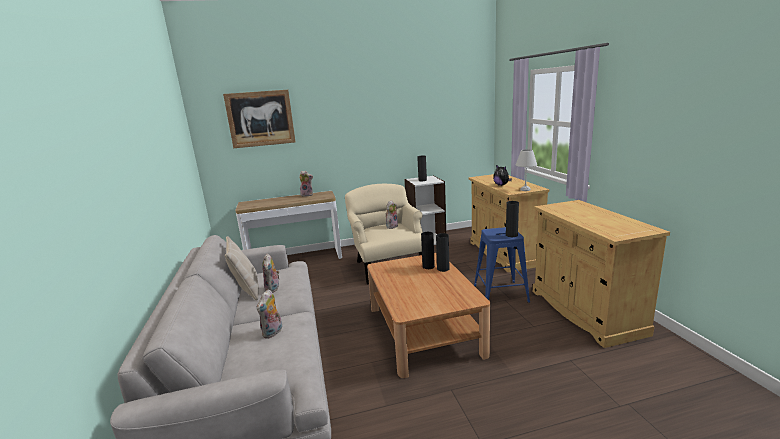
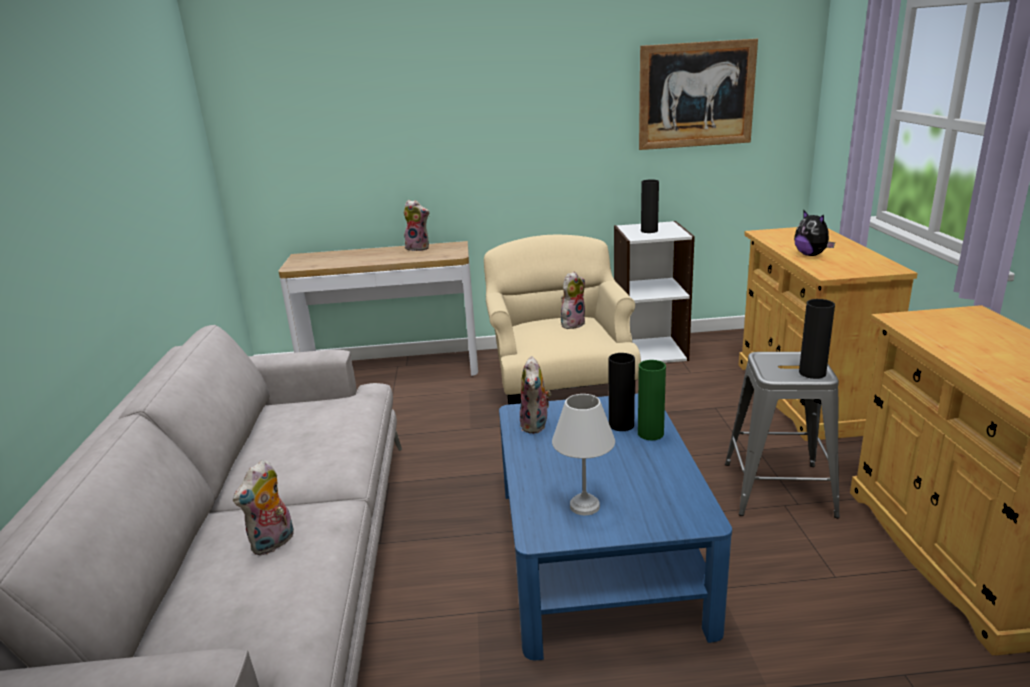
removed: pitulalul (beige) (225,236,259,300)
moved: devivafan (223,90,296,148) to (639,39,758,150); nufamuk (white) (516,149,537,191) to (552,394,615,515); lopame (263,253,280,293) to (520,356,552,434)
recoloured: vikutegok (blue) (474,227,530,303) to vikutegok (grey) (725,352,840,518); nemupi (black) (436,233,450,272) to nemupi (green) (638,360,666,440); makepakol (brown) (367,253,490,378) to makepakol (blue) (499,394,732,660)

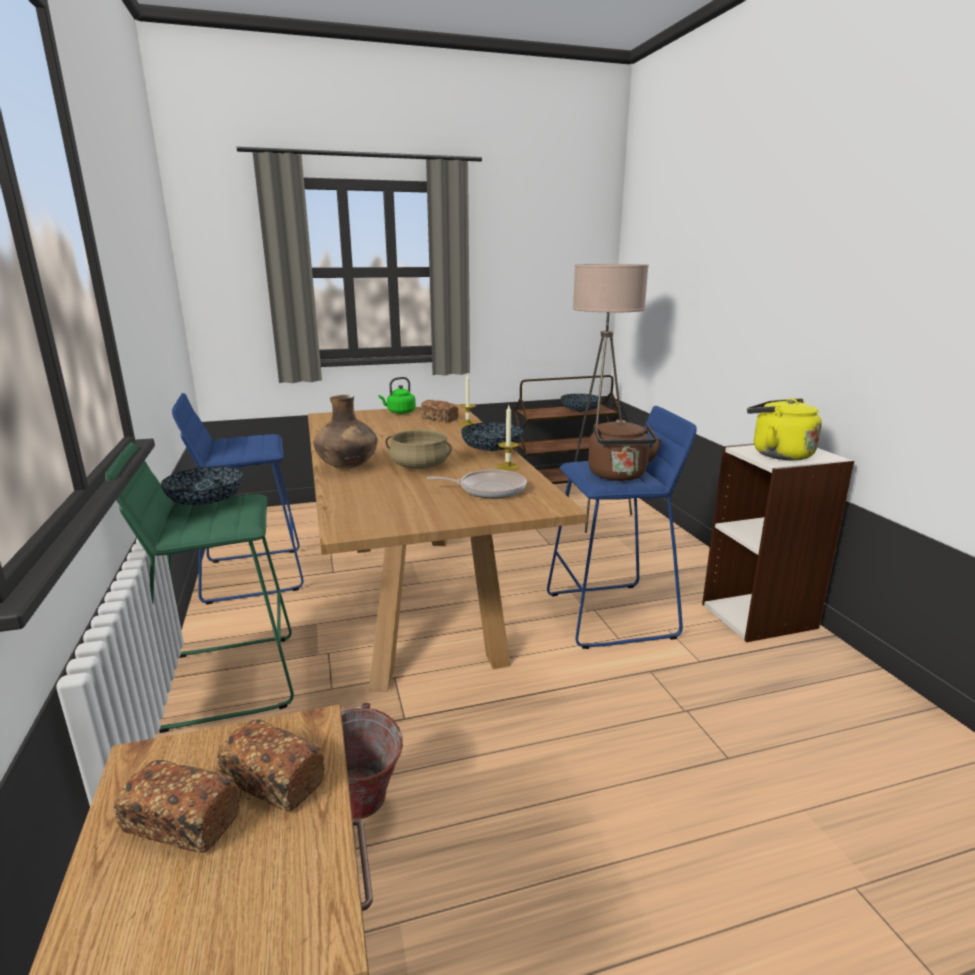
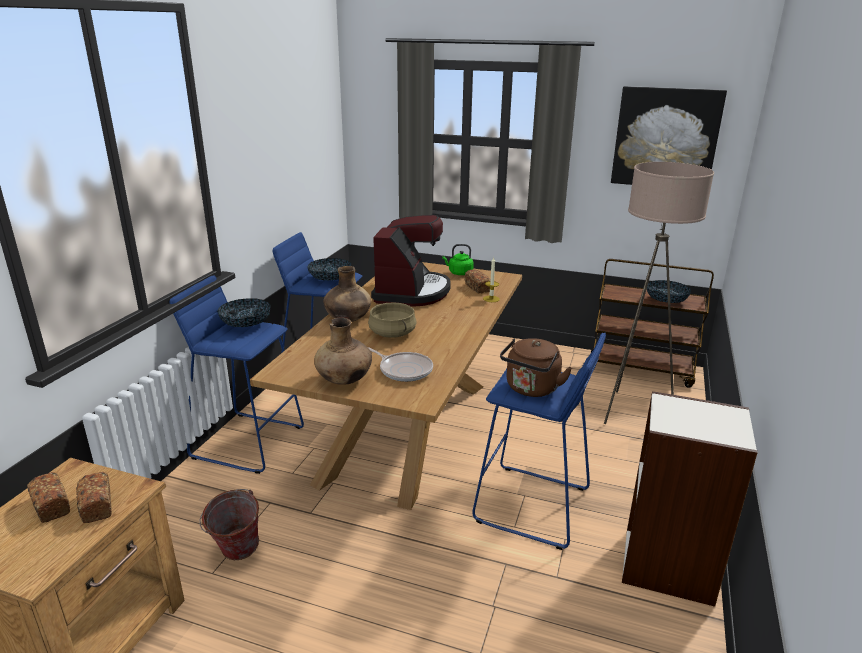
removed: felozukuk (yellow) (747,398,822,460); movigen (496,405,520,471)
added: devivafan (611,86,727,185); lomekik (371,215,451,307); nemupi (brown) (314,318,372,385)
moved: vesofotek (461,422,524,451) to (307,258,351,280)
recoloured: vikutegok (green) (105,442,294,733) to vikutegok (blue) (170,275,304,474)

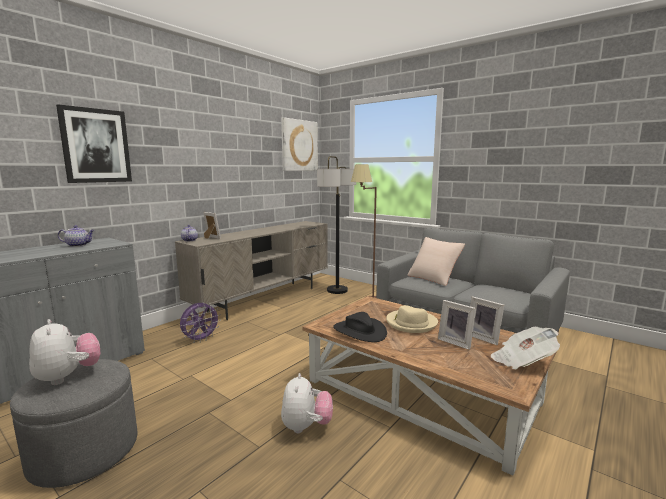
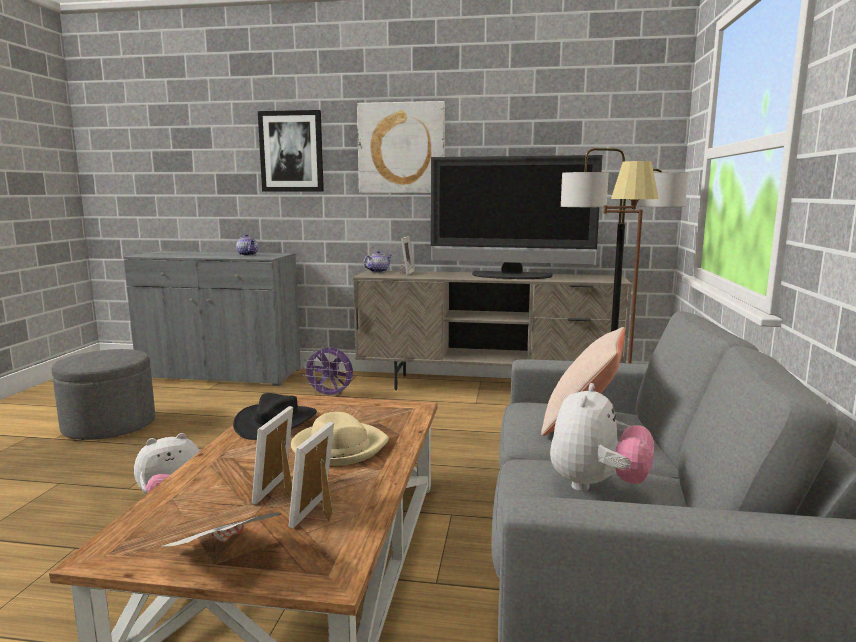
added: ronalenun (431,155,602,279)
moved: devivafan (281,117,318,171) to (357,101,445,193); lopame (29,319,100,385) to (550,383,654,492)

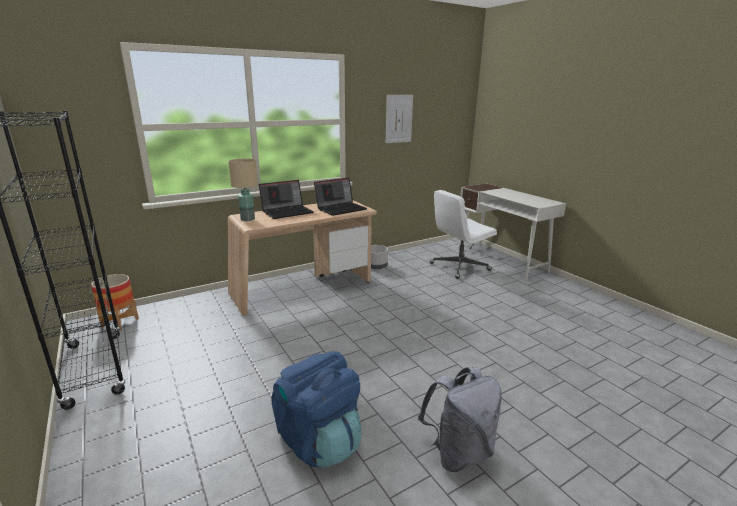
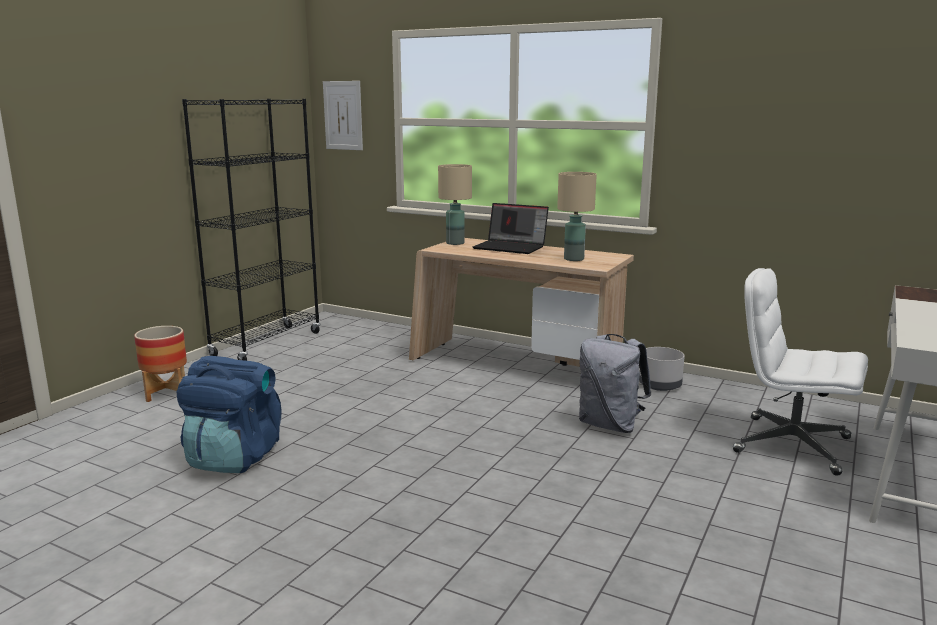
moved: devivafan (386,95,413,143) to (323,81,363,150); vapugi (91,274,139,331) to (134,326,187,402); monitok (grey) (418,367,502,472) to (579,334,651,433)
replaced: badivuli (314,178,367,216) to nufamuk (beige) (557,172,597,261)

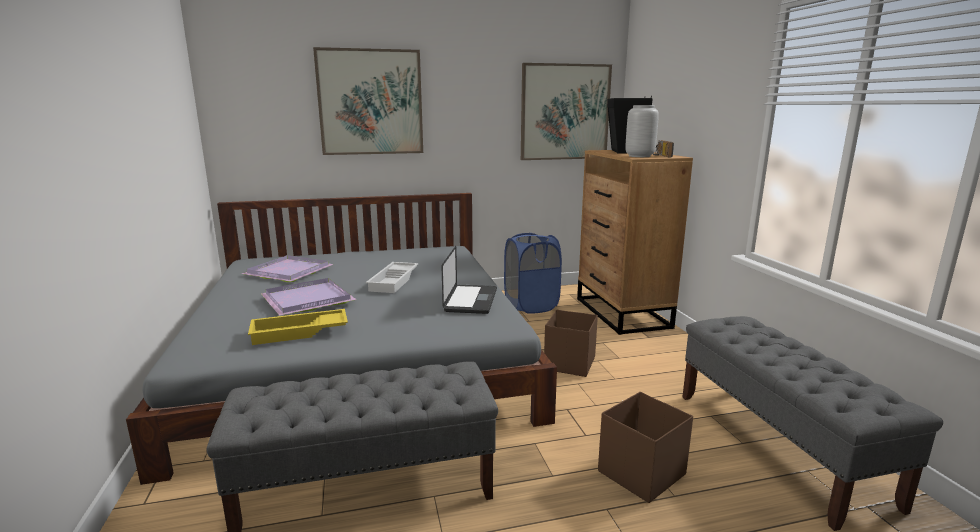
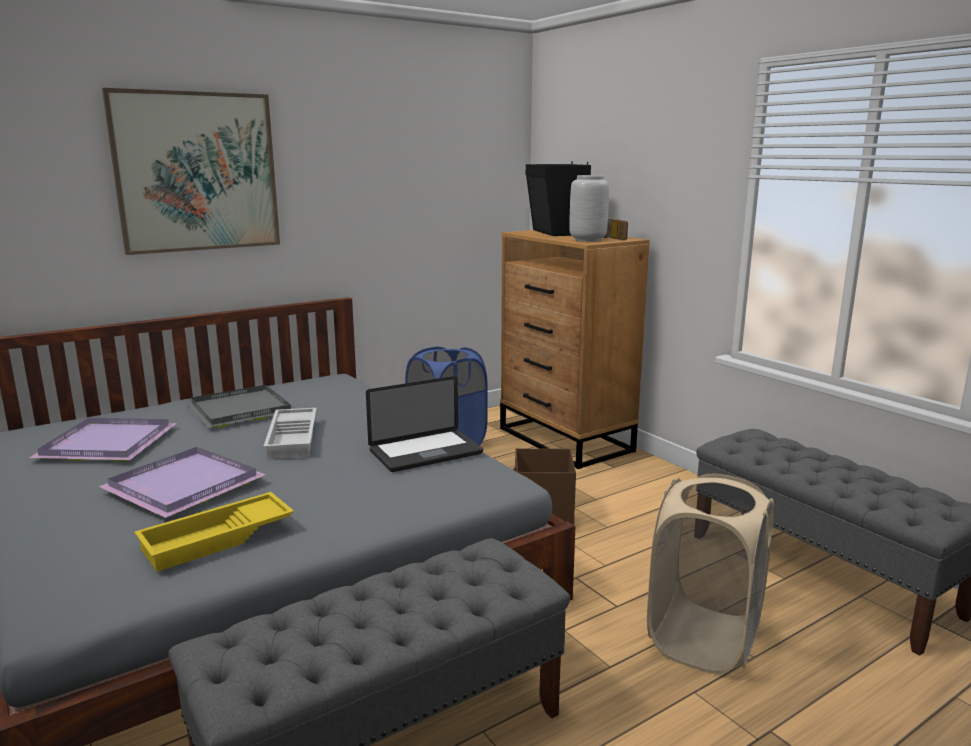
removed: devivafan (521,63,612,160)
added: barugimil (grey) (185,385,296,428)
replaced: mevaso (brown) (598,392,693,503) to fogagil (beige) (647,474,774,674)
turned: badivuli (441,246,497,314) = (366,376,483,472) 75 degrees clockwise

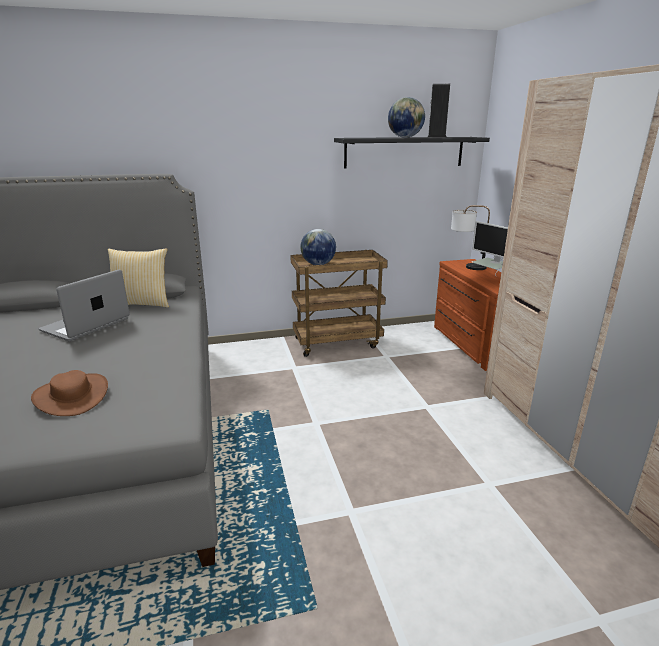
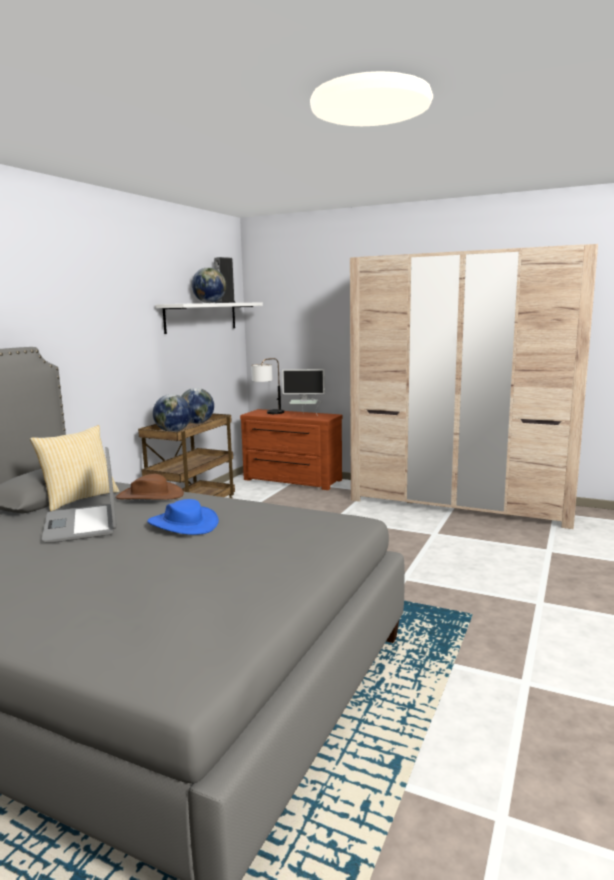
added: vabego (181,388,214,424); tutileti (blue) (147,499,219,535)
moved: tutileti (brown) (31,370,108,416) to (116,474,184,500)
recoloured: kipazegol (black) (334,137,490,169) to kipazegol (white) (155,302,263,334)

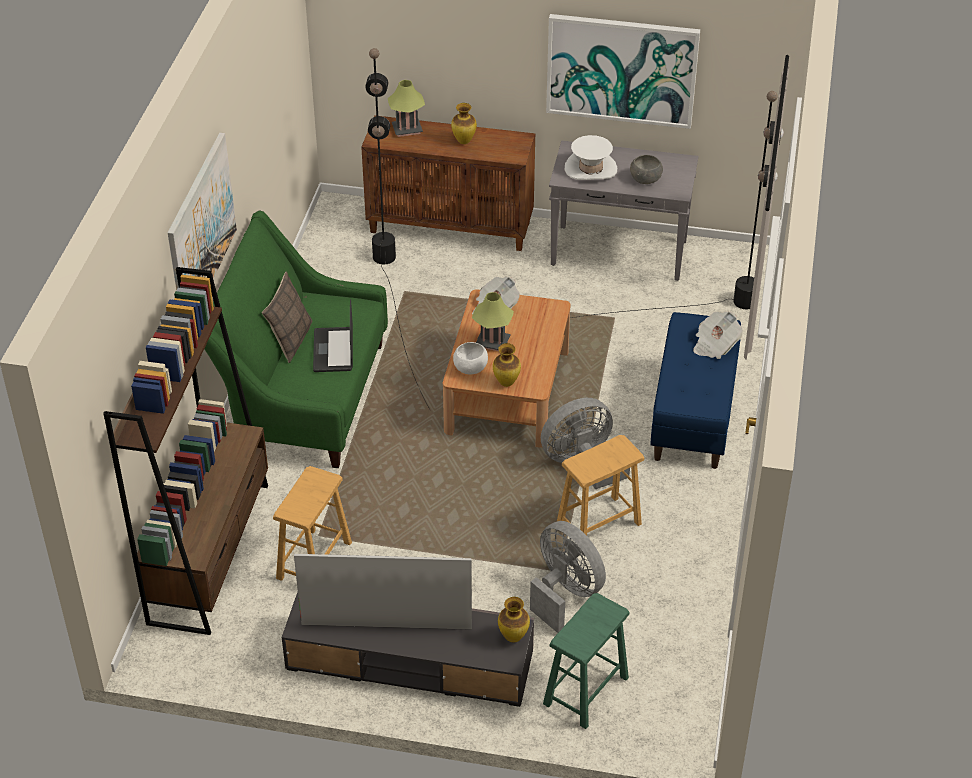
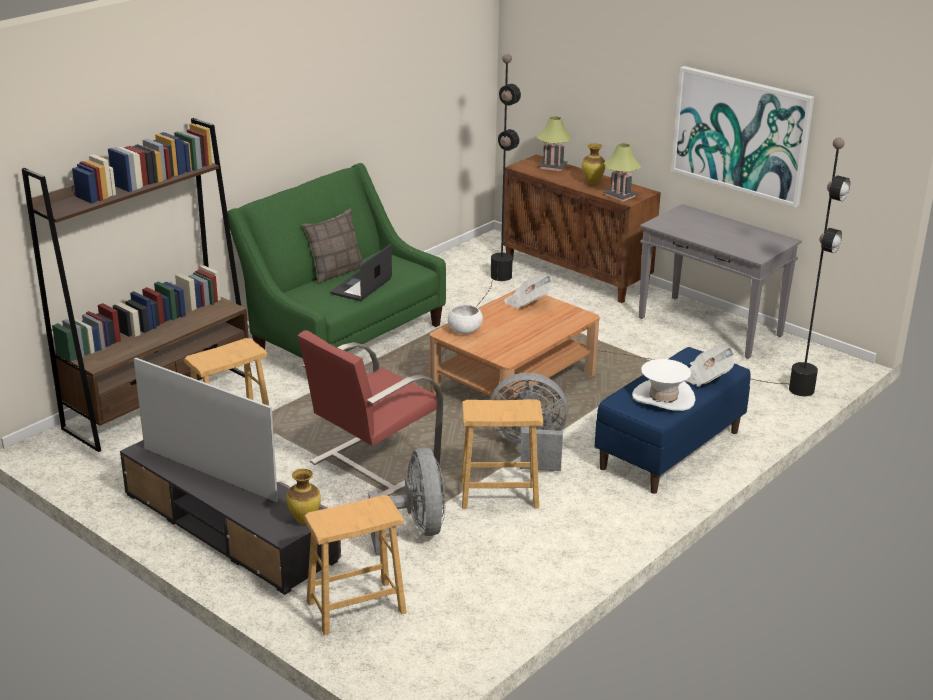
removed: devivafan (168,133,237,290); vesofotek (grey) (630,155,663,184); nemupi (493,343,521,387)
added: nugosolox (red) (298,330,443,496)
moved: tutileti (white) (564,135,617,180) to (632,359,695,411); nufamuk (472,292,514,351) to (603,143,641,202)
recoloured: vikutegok (green) (543,593,629,729) to vikutegok (brown) (304,495,407,635)

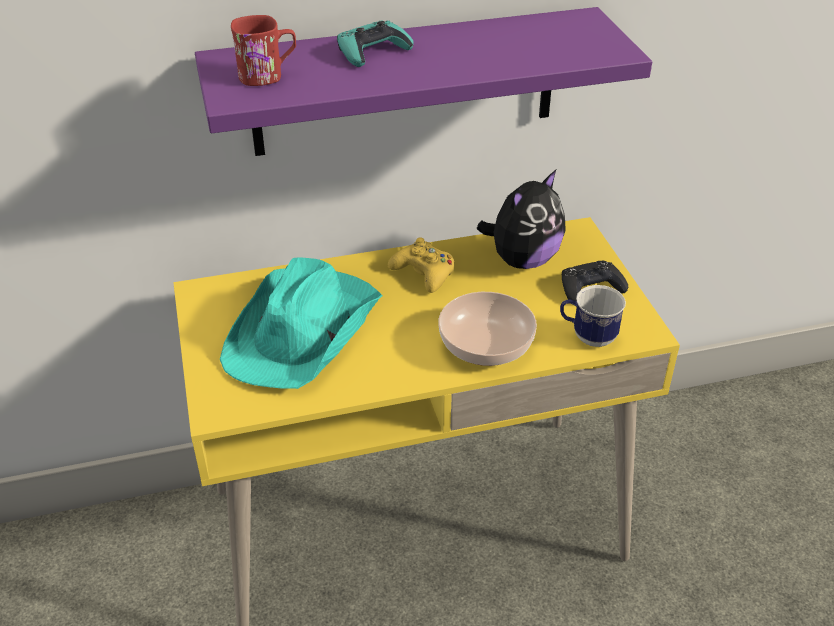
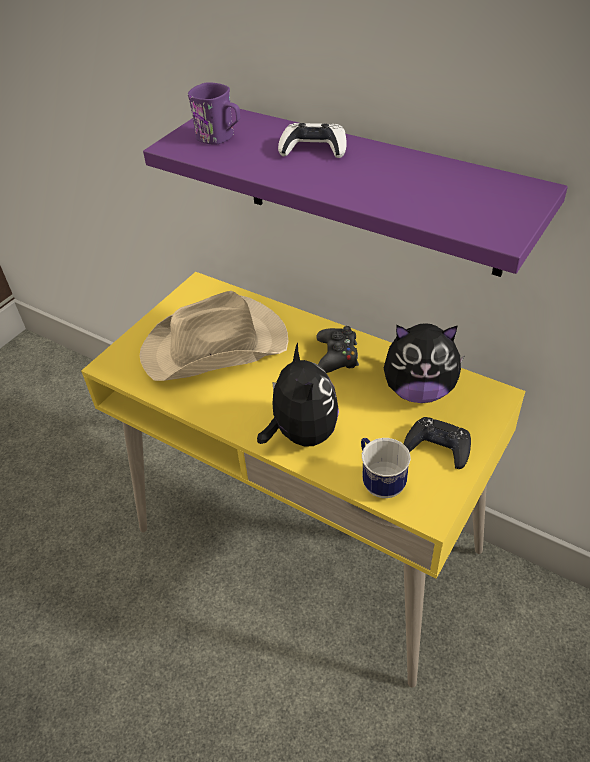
replaced: vesofotek (438,292,537,366) to lopame (257,343,339,447)
recoloured: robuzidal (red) (231,15,296,86) to robuzidal (purple) (188,82,240,145); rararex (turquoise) (337,20,414,67) to rararex (white) (278,123,347,158); rararex (yellow) (388,237,454,293) to rararex (black) (316,326,359,373); tutileti (turquoise) (220,257,383,389) to tutileti (beige) (140,291,288,381)

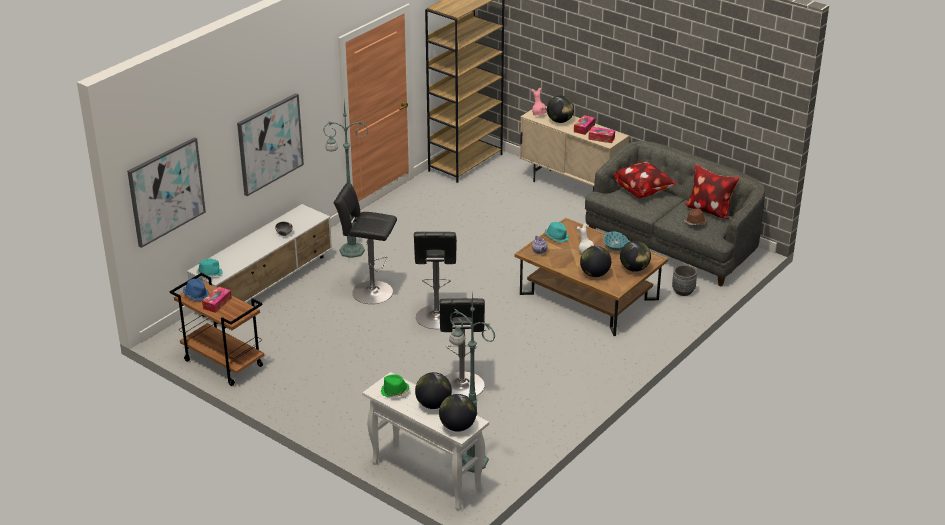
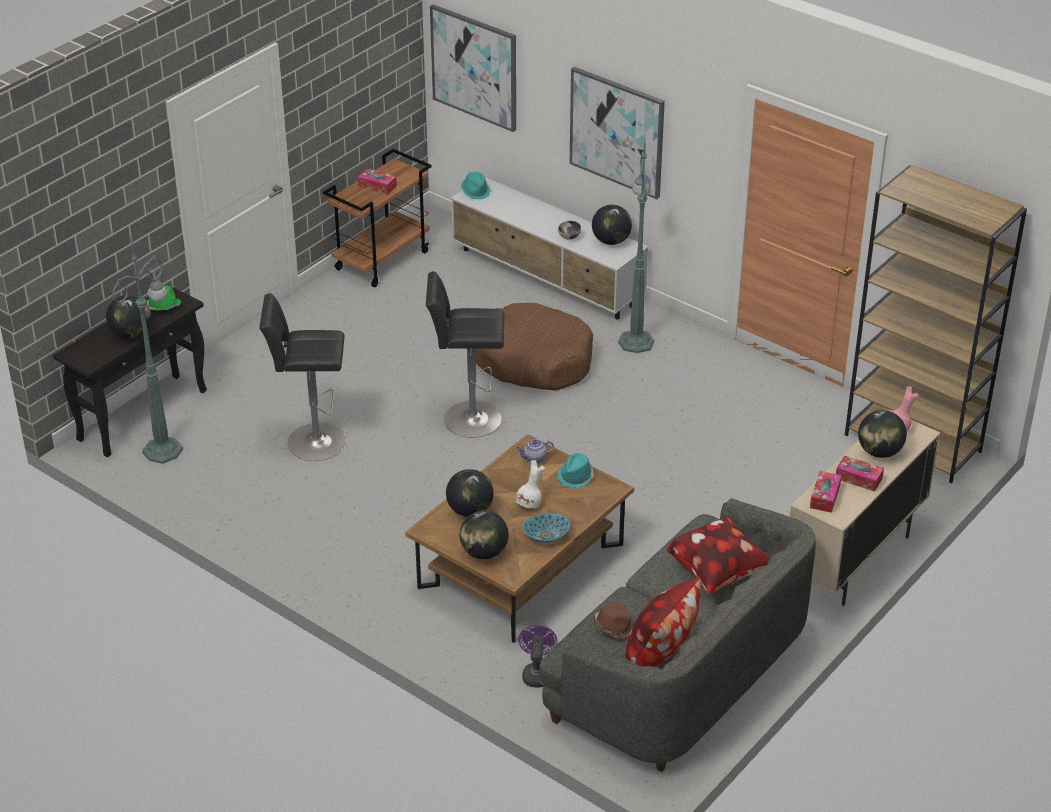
removed: tutileti (blue) (183,279,209,301)
moved: vabego (439,394,476,432) to (592,205,632,245)
replaced: vikutegok (black) (334,183,397,304) to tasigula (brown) (476,303,593,390); vapugi (grey) (672,265,697,296) to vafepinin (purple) (518,625,557,688)
recoloured: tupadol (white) (362,372,489,511) to tupadol (black) (53,285,207,457)

